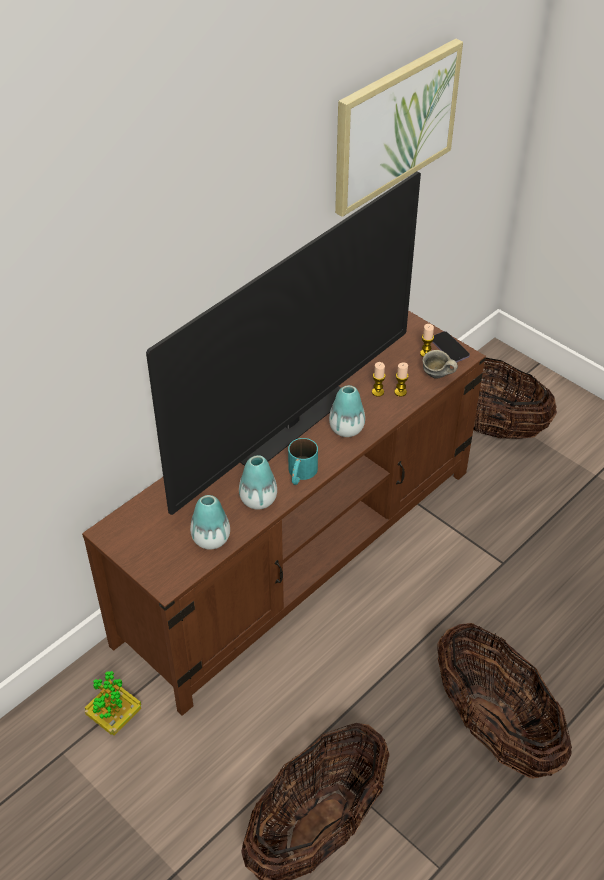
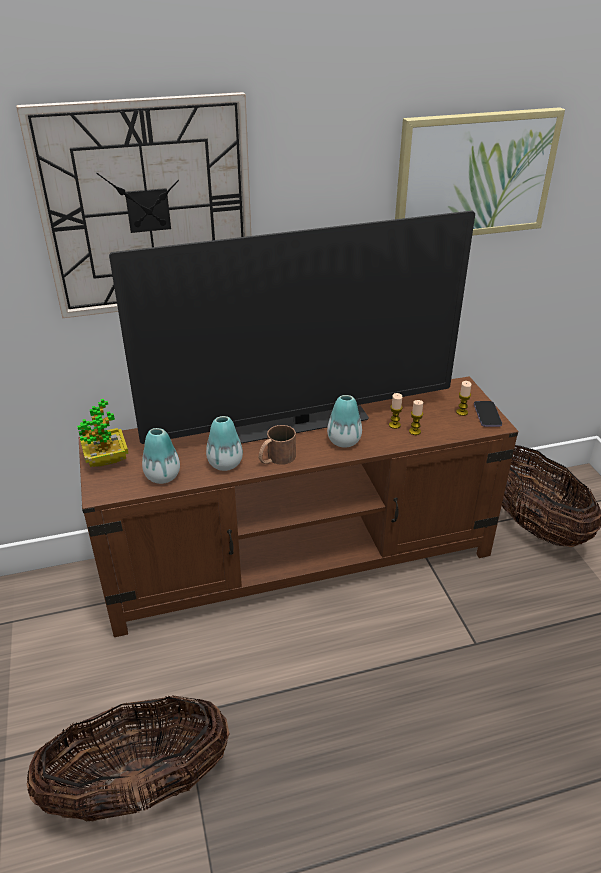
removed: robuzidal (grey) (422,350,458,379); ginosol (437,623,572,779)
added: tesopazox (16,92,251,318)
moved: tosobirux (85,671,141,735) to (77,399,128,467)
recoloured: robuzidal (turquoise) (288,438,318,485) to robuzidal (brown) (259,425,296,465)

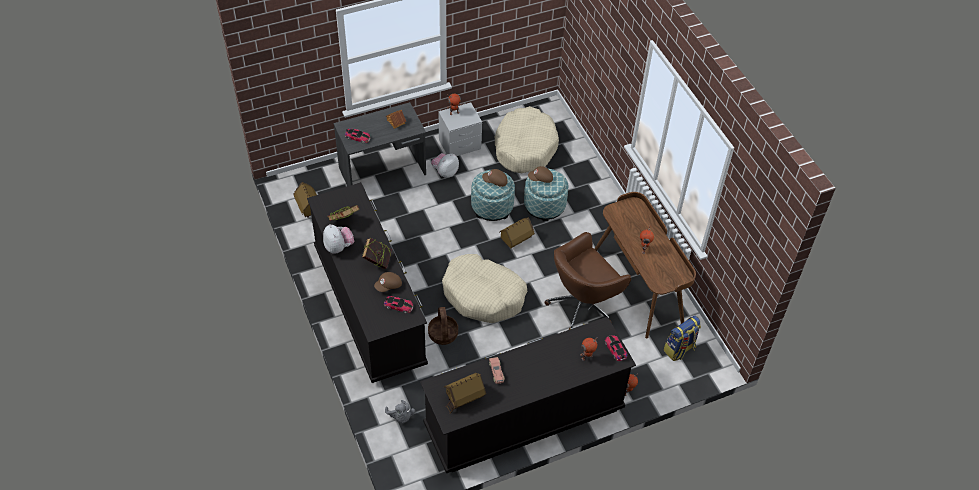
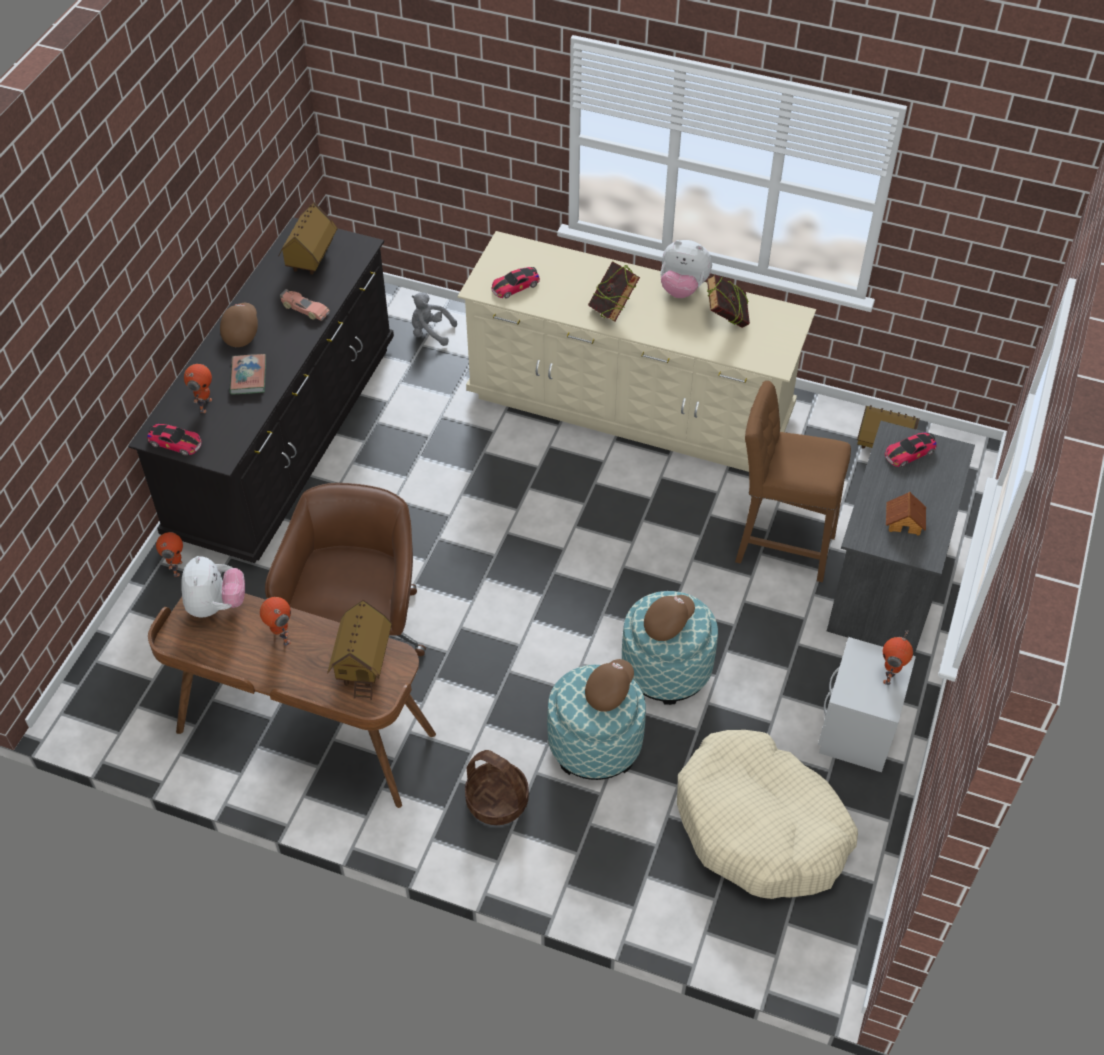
removed: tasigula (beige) (442,254,527,323); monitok (663,316,701,361)
added: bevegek (229,354,266,395); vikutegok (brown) (735,381,851,582)
moved: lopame (431,153,459,178) to (181,556,245,618); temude (500,217,535,249) to (327,600,392,700); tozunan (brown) (374,272,402,292) to (220,303,258,347); ginosol (428,307,458,345) to (465,750,529,825)
recoloured: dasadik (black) (307,182,428,383) to dasadik (beige) (458,231,816,472)

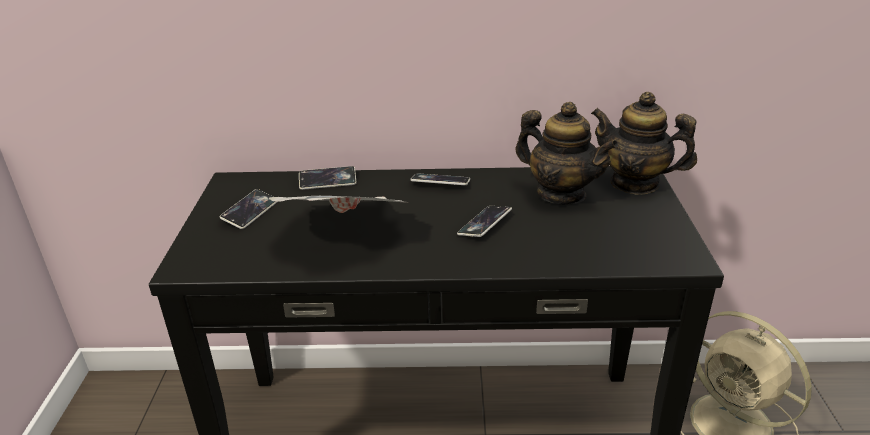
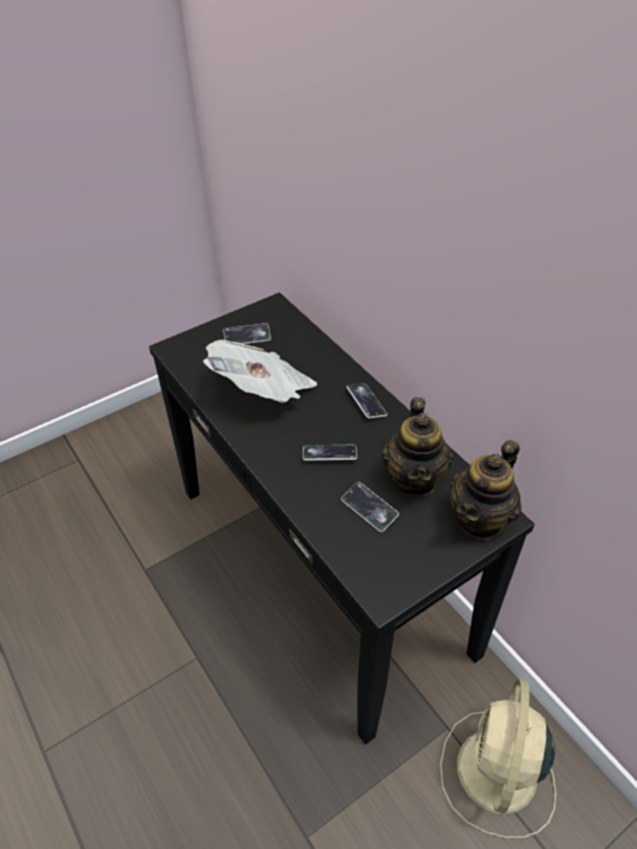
moved: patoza (299,166,356,190) to (341,482,399,532)
turned: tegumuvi (591,92,697,195) = (450,440,521,540) 135 degrees counterclockwise

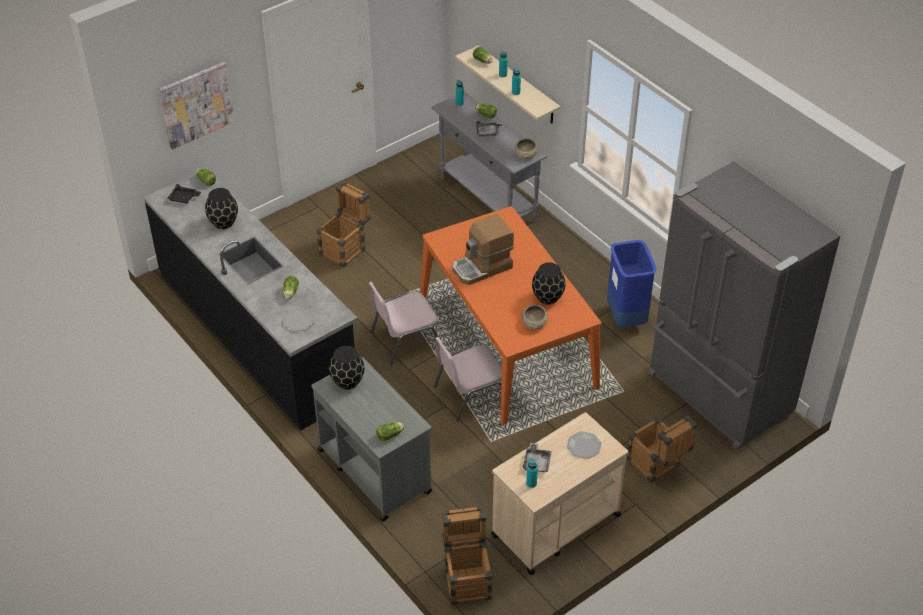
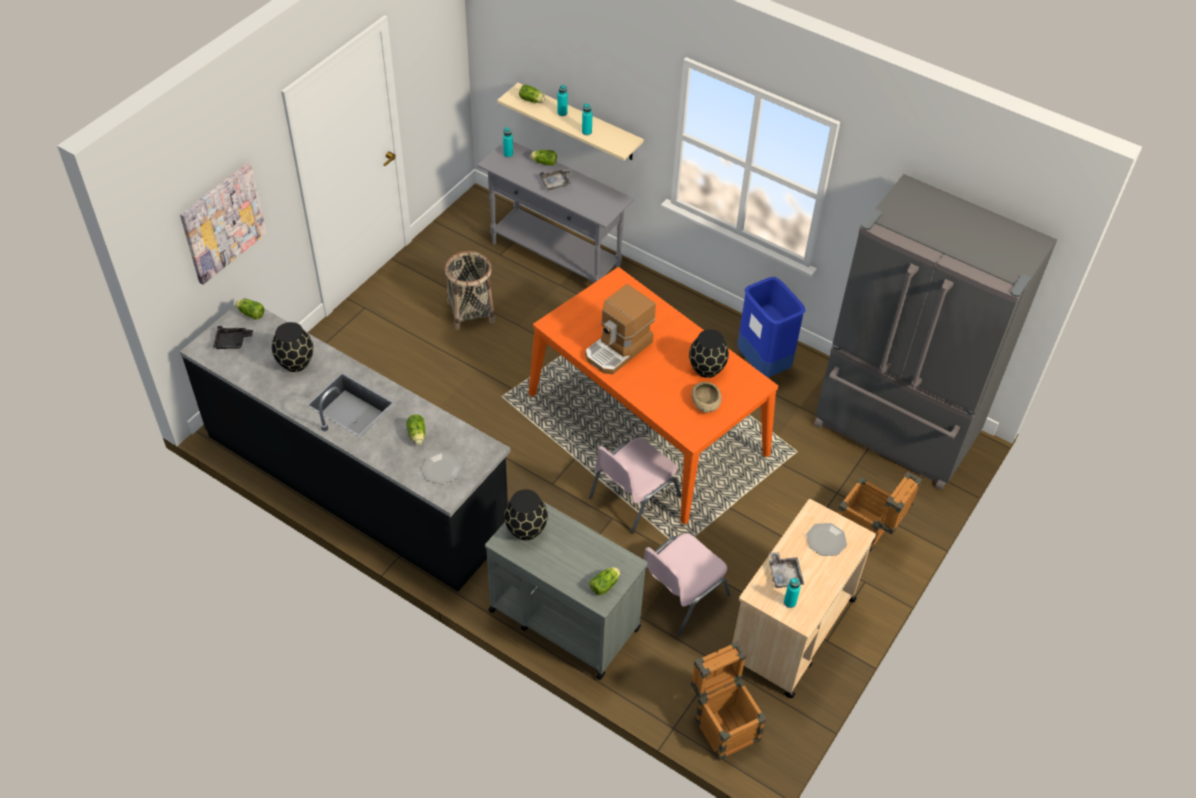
removed: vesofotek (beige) (515,138,538,160); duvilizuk (317,181,371,268)
added: ginosol (445,251,495,330)
moved: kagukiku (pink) (369,282,438,365) to (643,533,731,636)

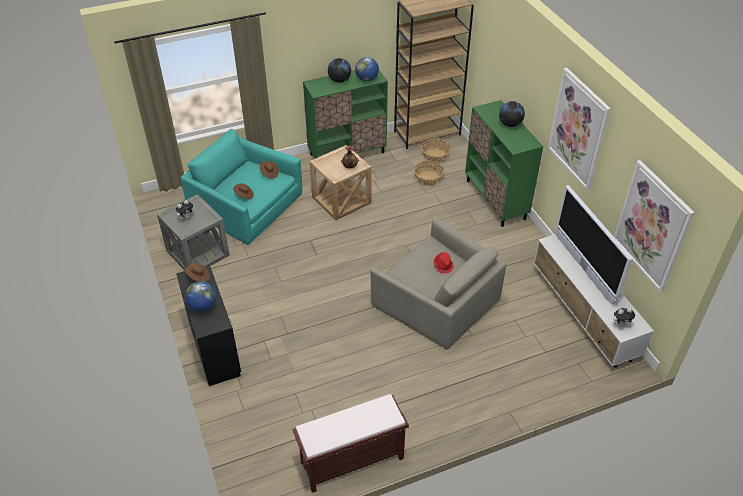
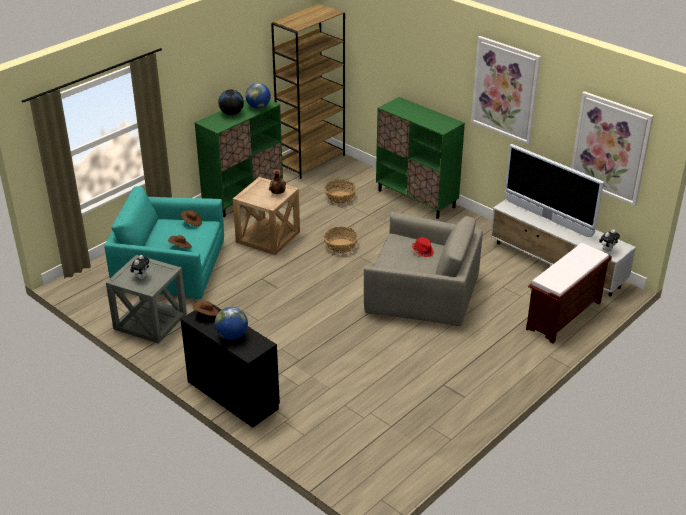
removed: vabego (499,101,525,127)
moved: ginosol (421,139,451,162) to (324,227,358,253); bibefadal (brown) (292,394,409,493) to (526,243,612,343)

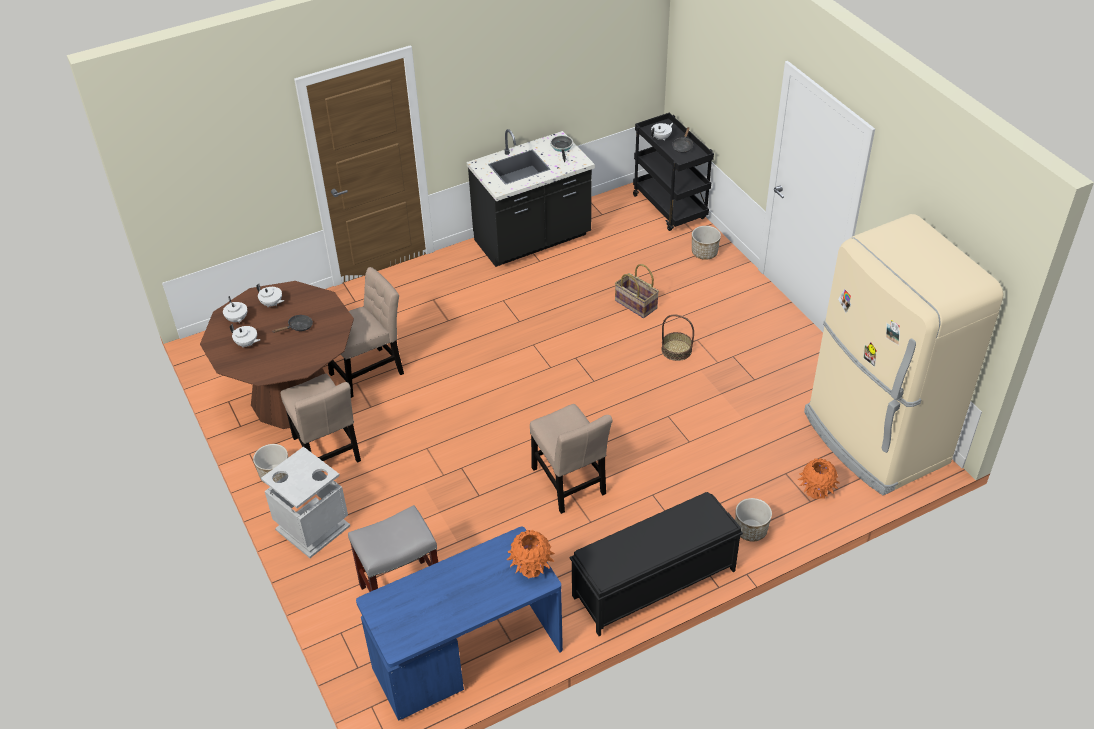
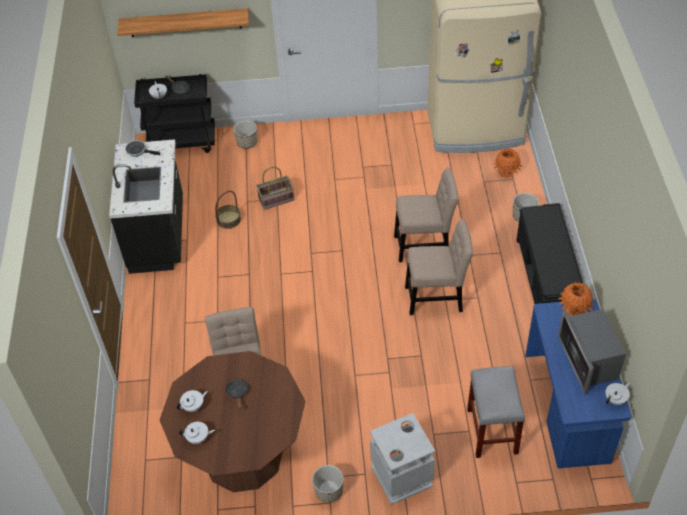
added: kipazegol (117,8,249,37); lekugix (558,309,626,395)
moved: ginosol (661,315,694,361) to (215,191,241,229); tegumuvi (white) (230,324,260,348) to (605,383,630,405); kagukiku (beige) (281,374,361,463) to (394,168,459,262)

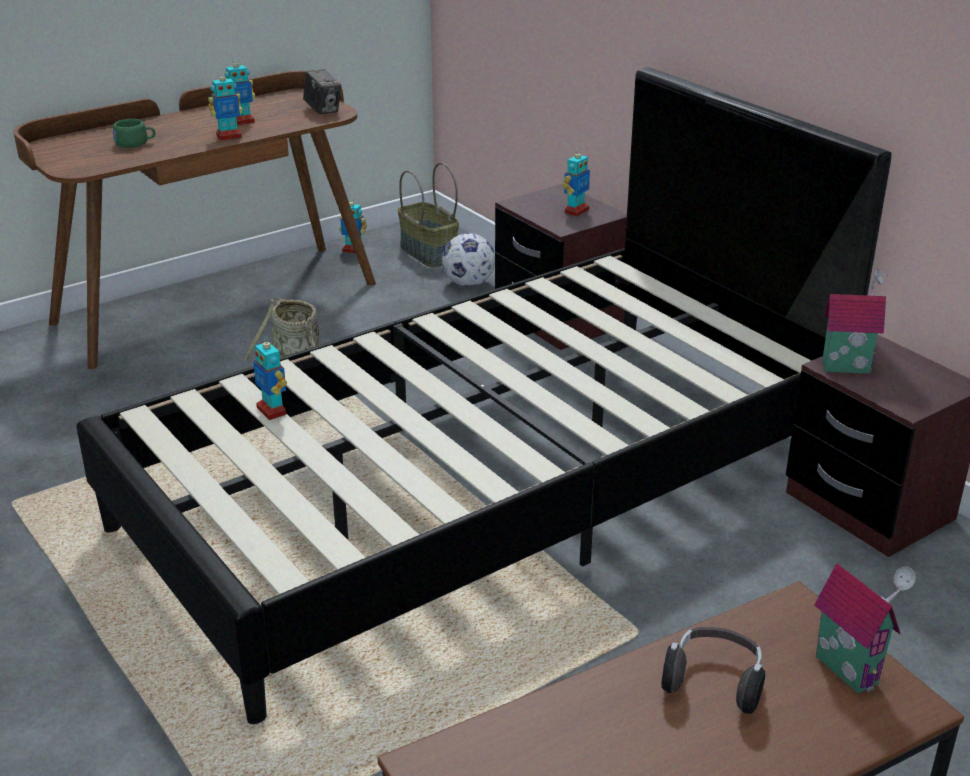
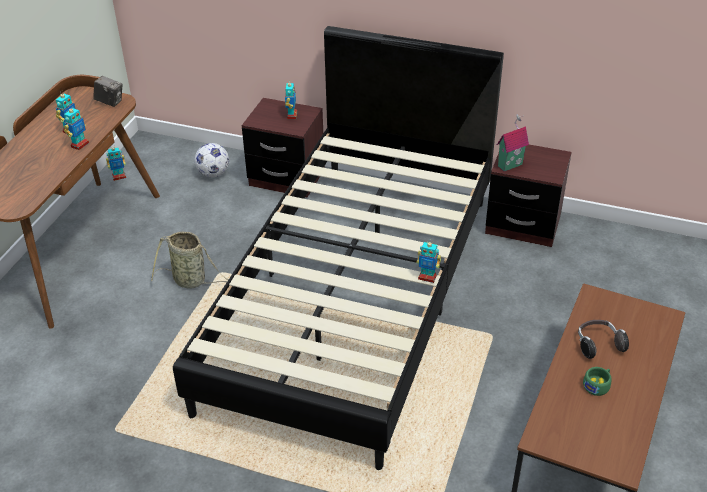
removed: ginosol (398,162,459,268); temude (814,563,916,694)
moved: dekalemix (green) (113,119,155,148) to (583,367,611,396); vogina (253,335,287,420) to (417,239,441,283)

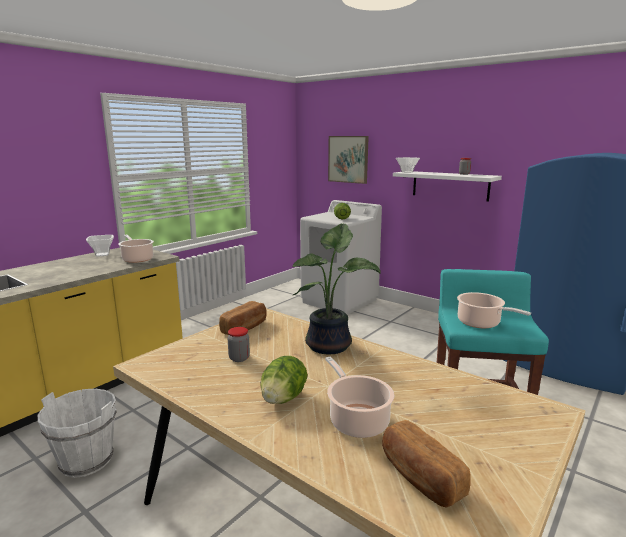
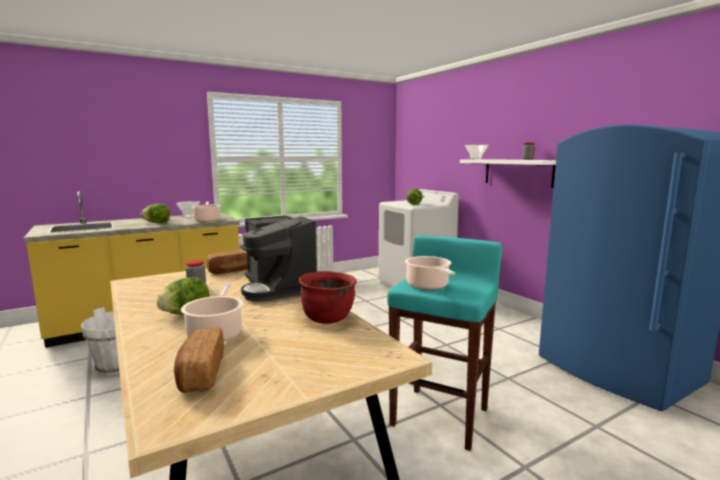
removed: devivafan (328,136,369,184)
added: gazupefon (140,204,170,223); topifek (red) (299,271,357,324)
replaced: tosobirux (293,224,381,354) to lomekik (240,216,317,301)

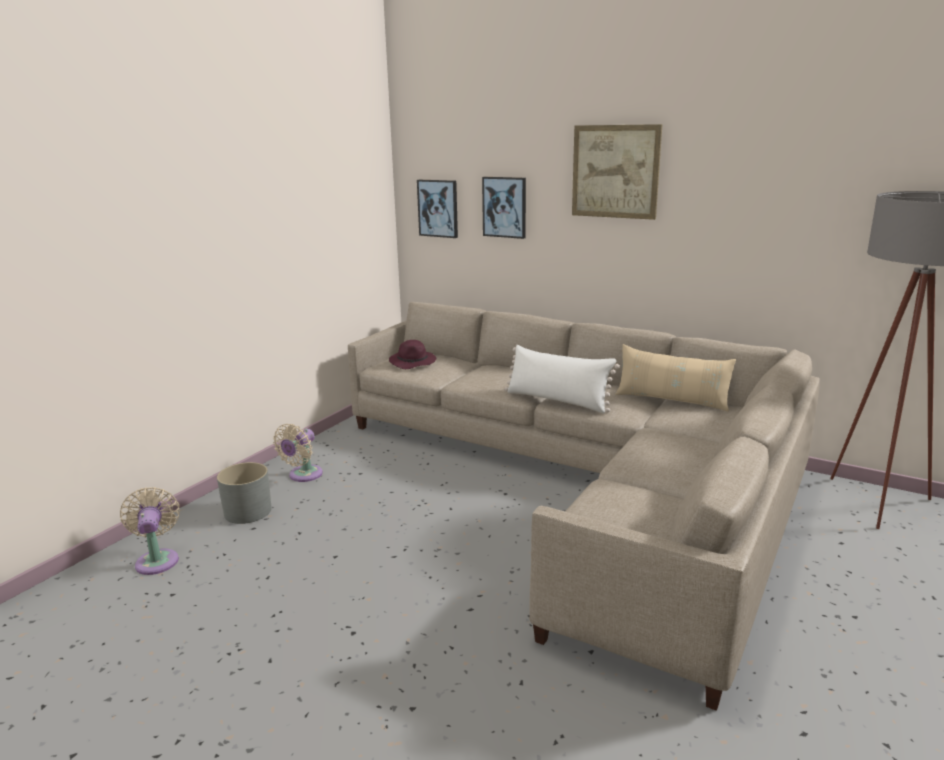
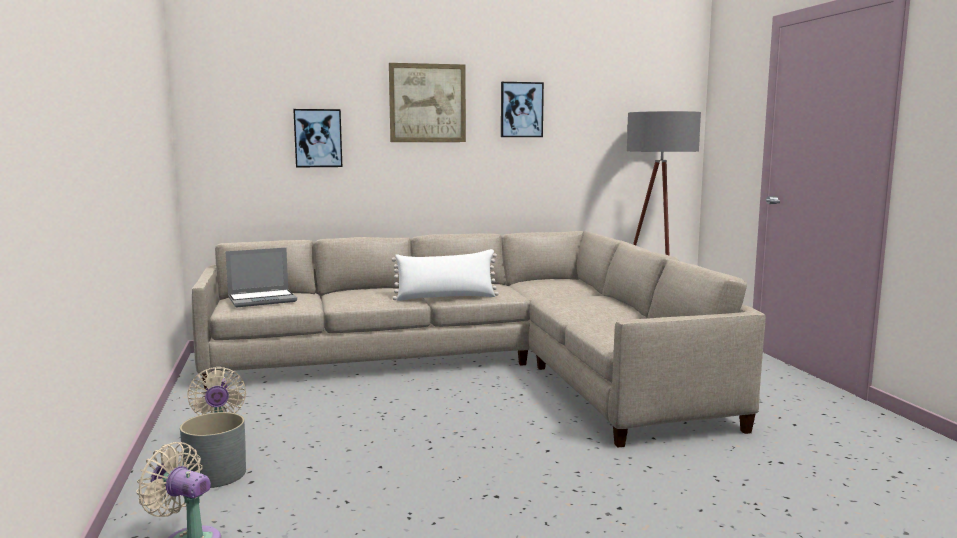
removed: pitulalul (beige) (615,344,736,412)
moved: devivafan (417,180,458,238) to (501,82,544,137)
replaced: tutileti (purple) (389,340,436,369) to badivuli (225,248,297,307)

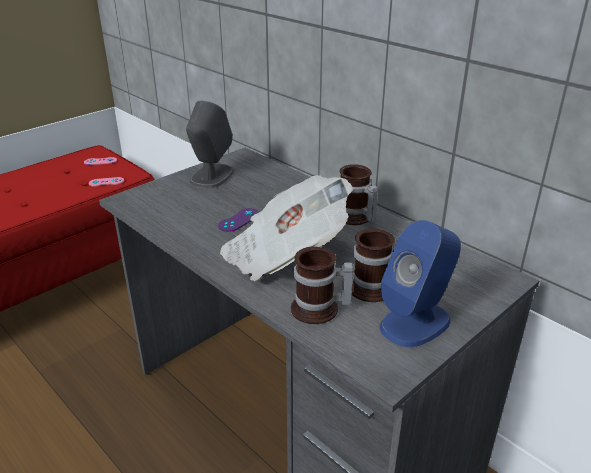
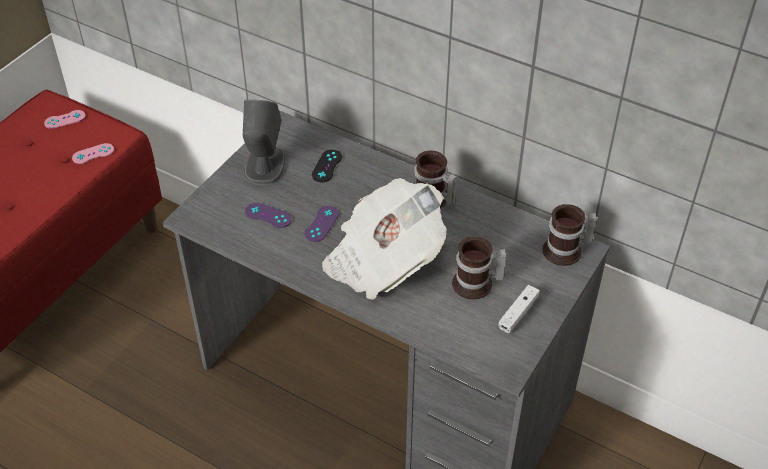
added: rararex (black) (312,149,342,183); rararex (purple) (245,203,292,228)
moved: robuzidal (291,246,354,324) to (542,204,598,266)
replaced: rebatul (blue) (380,220,461,347) to rararex (white) (498,285,540,333)

